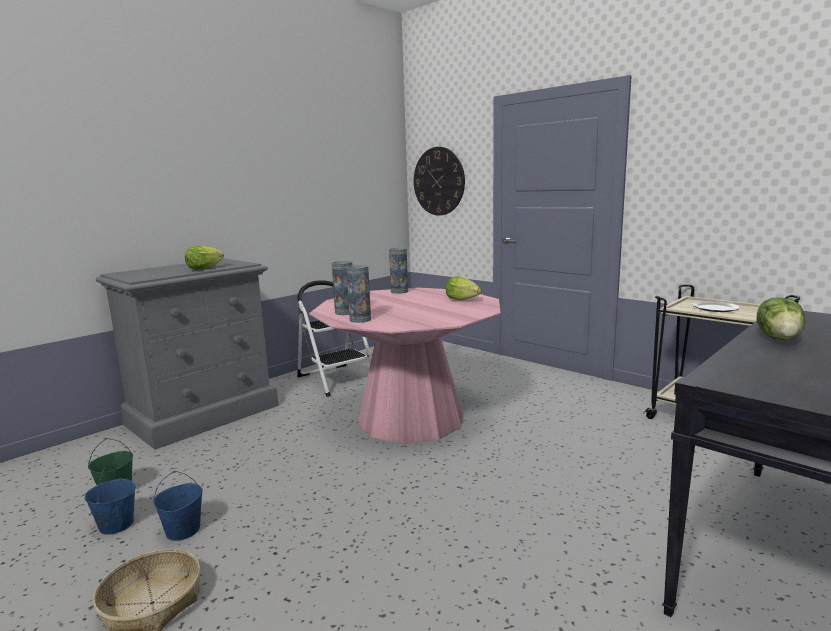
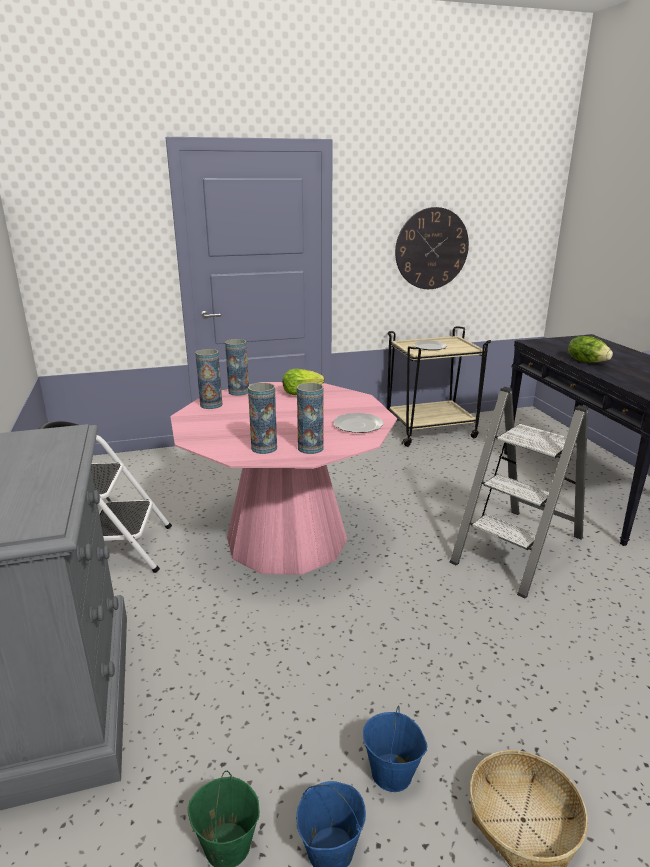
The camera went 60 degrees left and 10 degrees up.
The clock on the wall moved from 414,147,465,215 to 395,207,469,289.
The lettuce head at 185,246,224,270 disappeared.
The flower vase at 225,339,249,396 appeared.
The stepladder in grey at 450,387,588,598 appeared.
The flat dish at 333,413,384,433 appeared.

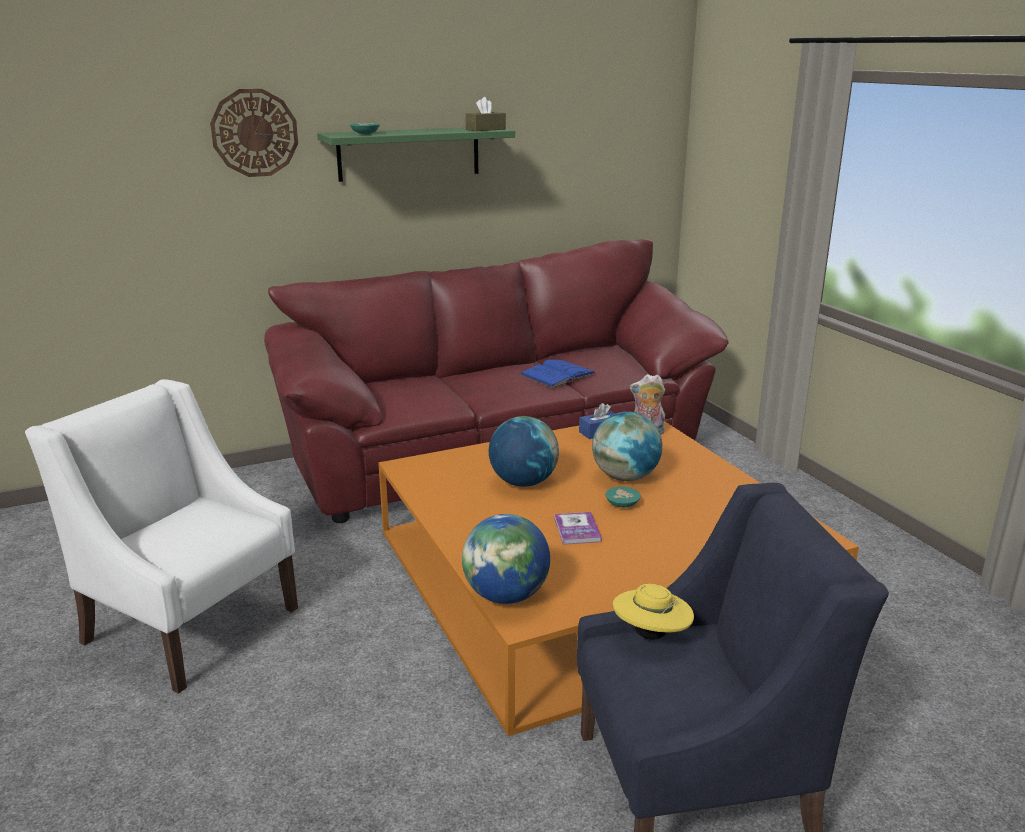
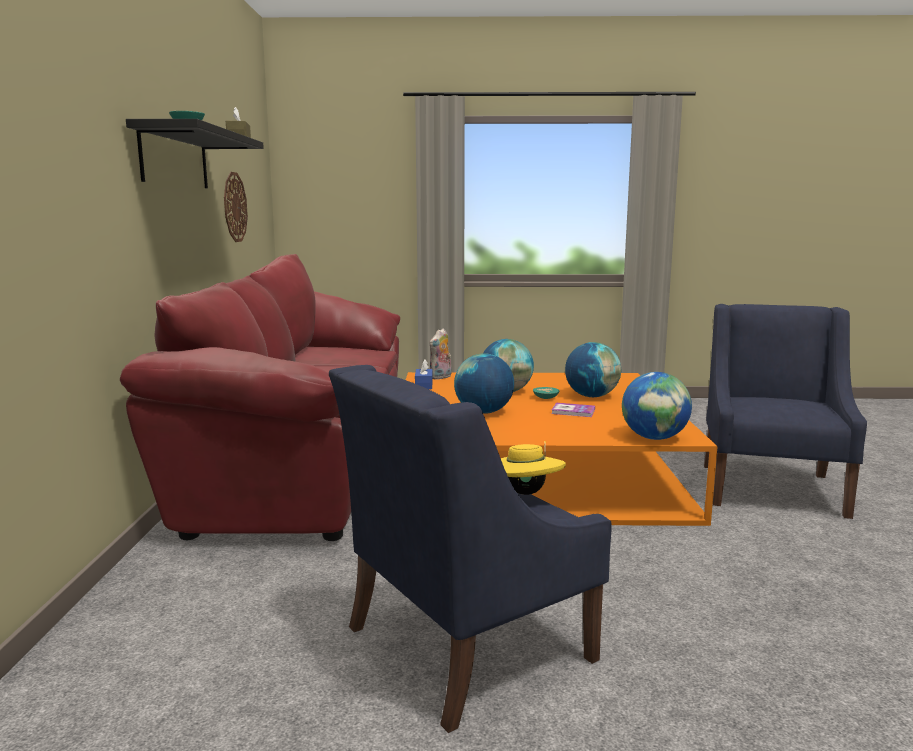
The camera went 65 degrees left and 10 degrees down.
The clock on the wall moved from 210,89,298,177 to 224,172,248,242.
The bracket shelf in green-coloured at 317,127,515,182 became the bracket shelf in black-coloured at 126,119,264,188.
The bound book in bluish at 520,359,596,388 disappeared.
The lounge chair in whitish at 25,379,298,693 became the lounge chair in bluish at 329,365,612,733.
The wearable hat in yellow moved from 613,584,694,639 to 501,441,566,495.
The desk globe at 565,342,621,397 appeared.

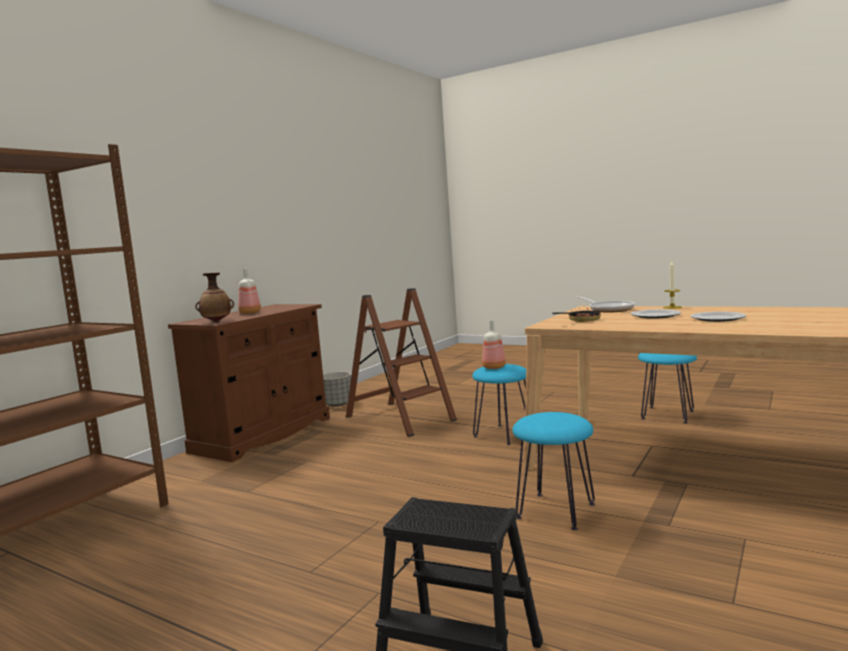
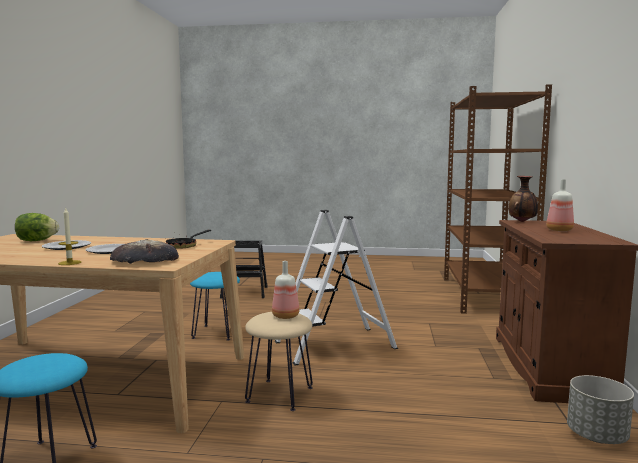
The camera went 155 degrees right and 0 degrees up.
The stepladder in brown-coloured at 346,288,457,437 disappeared.
The skillet at 575,296,635,313 was replaced by the bakery bread at 110,239,179,264.
The stool seat in turquoise at 472,364,526,445 became the stool seat in beige at 245,312,313,411.
The stepladder in whitish at 274,210,398,366 appeared.
The lettuce head at 15,213,59,241 appeared.

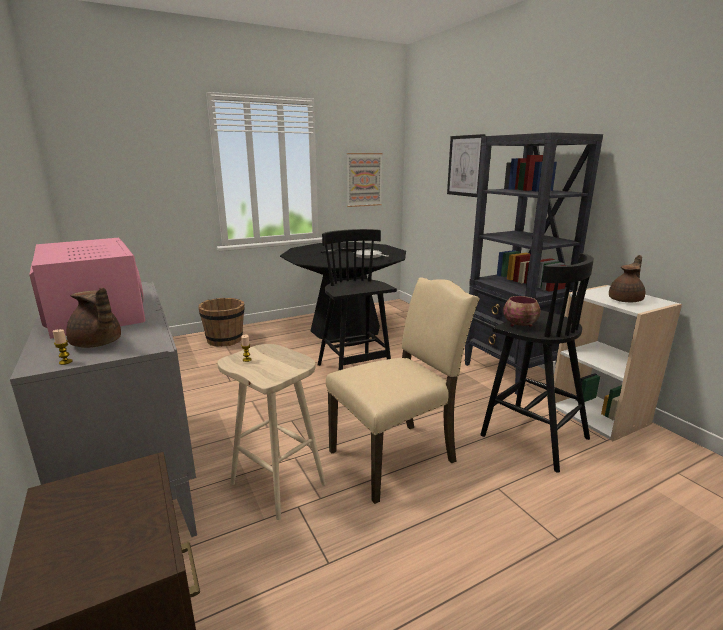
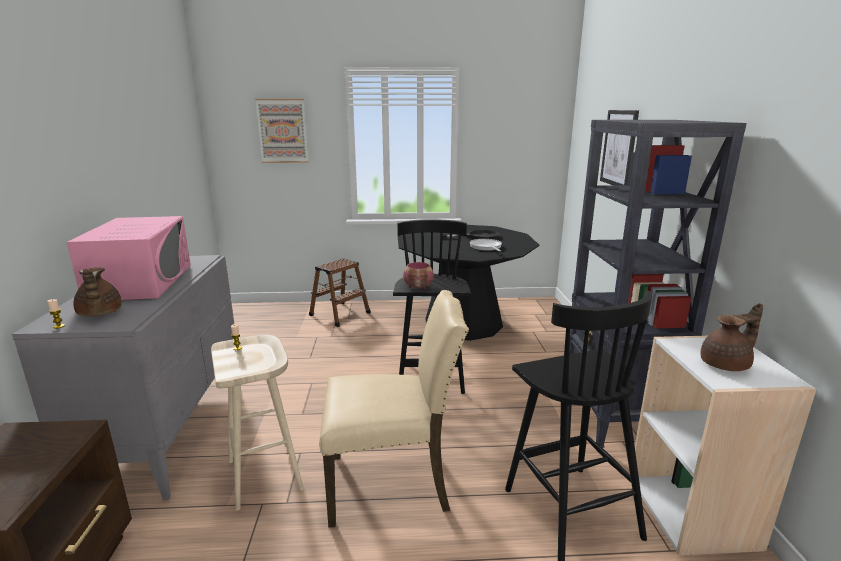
The camera went 25 degrees right and 0 degrees up.
The wall art moved from 347,153,382,207 to 255,99,308,163.
The serving bowl moved from 503,296,541,327 to 403,262,434,290.
The water bucket in brown-coloured at 198,298,245,346 was replaced by the stepladder in brown-coloured at 309,258,371,327.

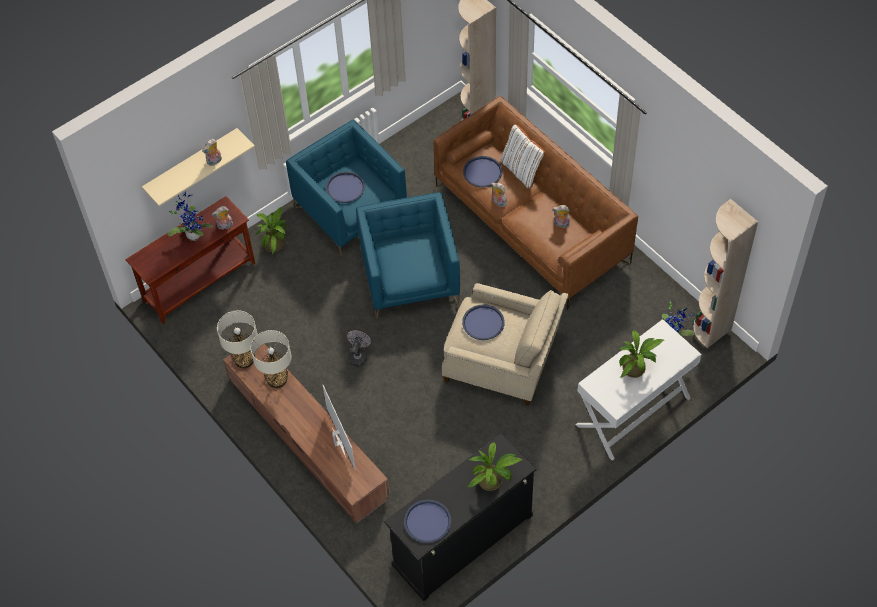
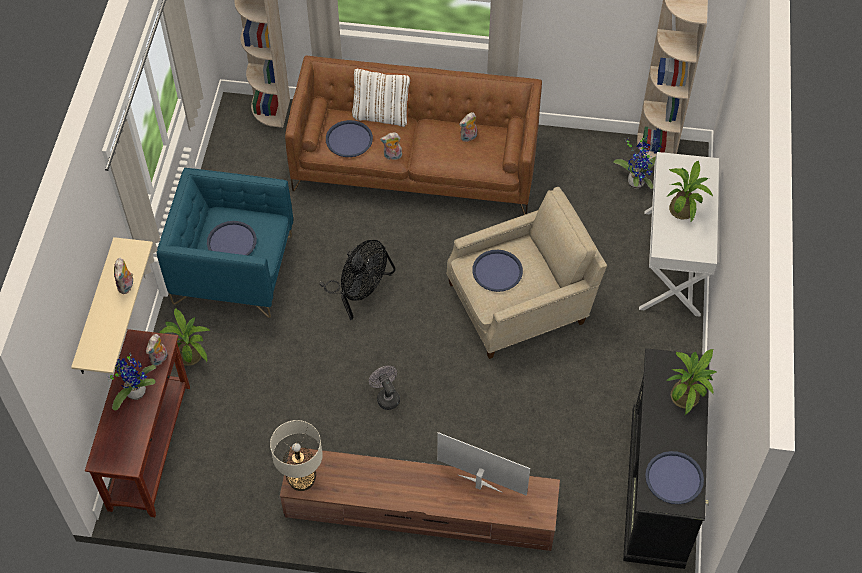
The camera went 45 degrees left and 0 degrees up.
The lounge chair in bluish at 356,192,460,319 was replaced by the electric fan in black-coloured at 319,240,396,320.
The tabletop lamp at 250,330,292,388 disappeared.

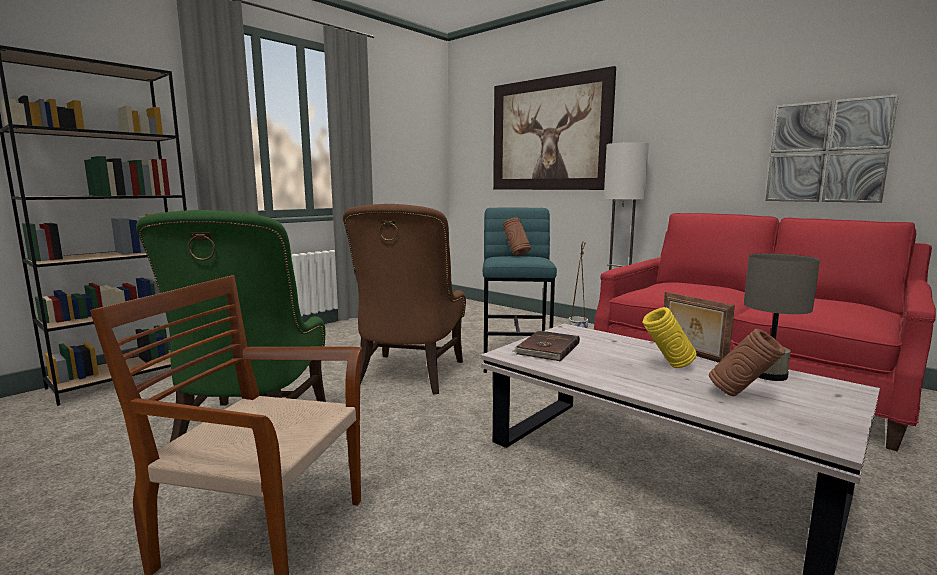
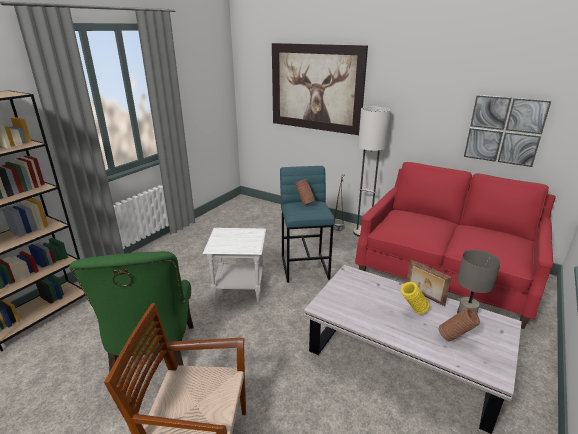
The camera went 10 degrees left and 15 degrees up.
The lounge chair in brown-coloured at 343,204,466,394 was replaced by the accent table in whitish at 203,228,266,303.
The bound book in brown-coloured at 512,330,580,362 disappeared.

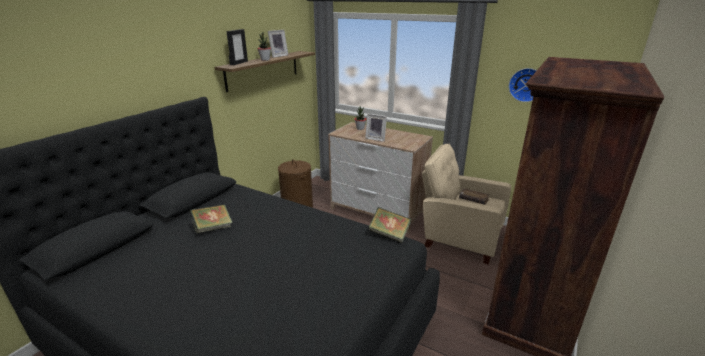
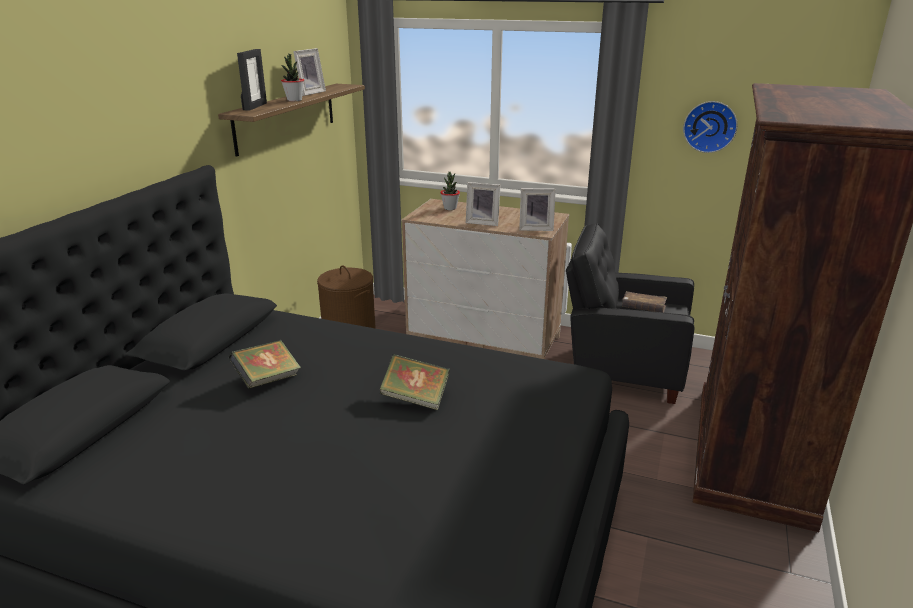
The camera went 10 degrees left and 0 degrees up.
The lounge chair in beige at 422,143,511,264 became the lounge chair in black-coloured at 566,223,695,404.
The bound book moved from 369,207,411,243 to 380,354,450,410.
The photo frame at 519,188,556,231 appeared.

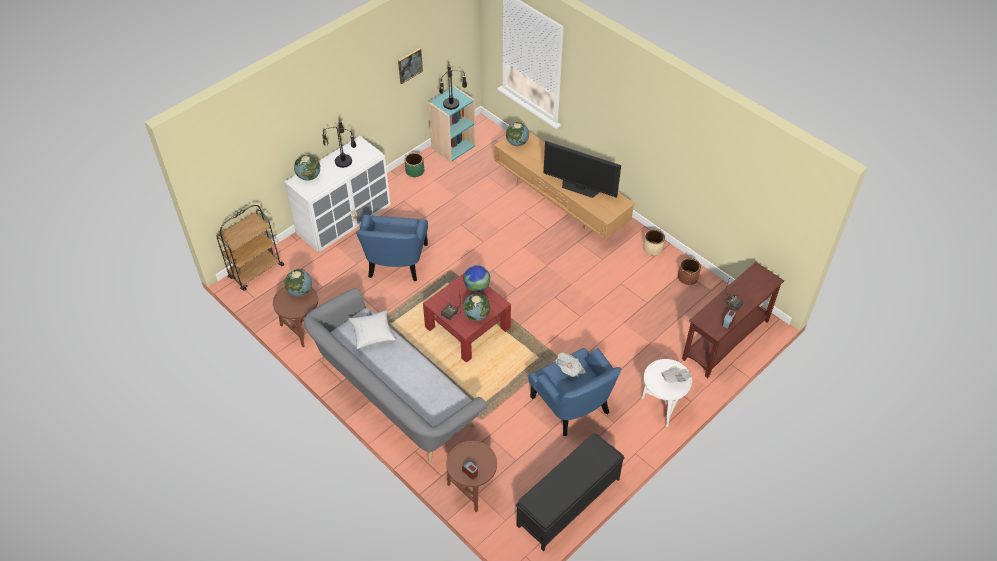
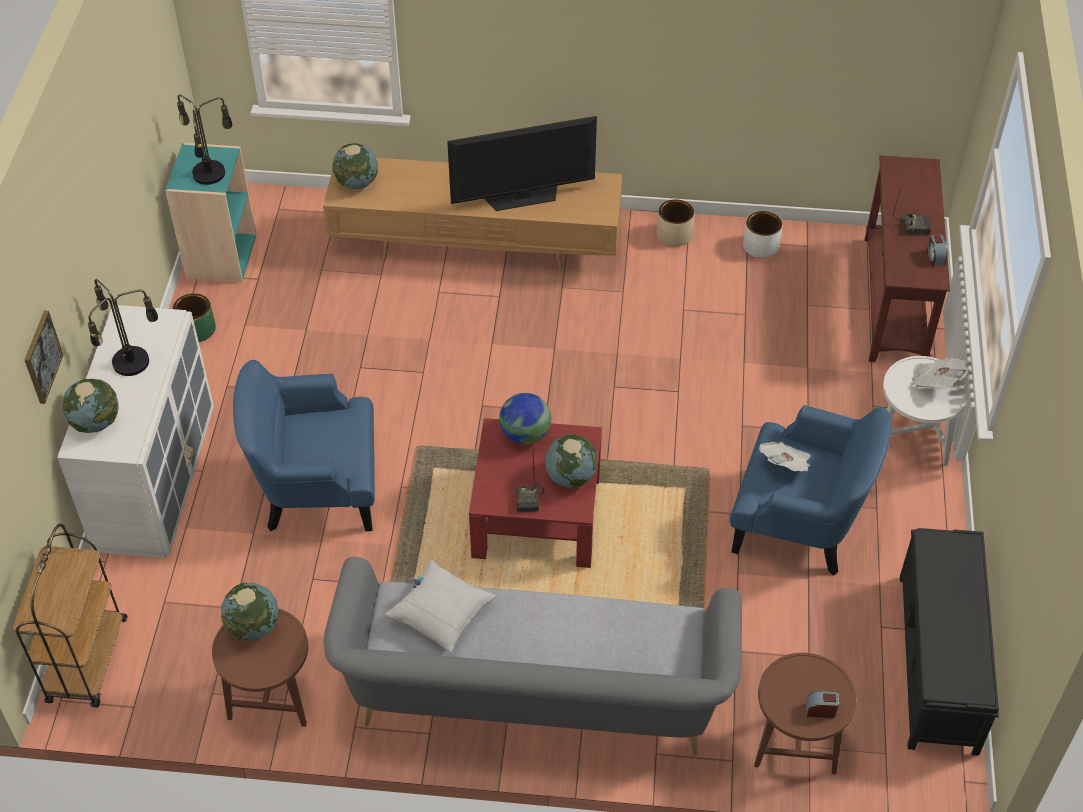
The camera went 40 degrees left and 0 degrees up.
The wall art moved from 398,48,423,84 to 24,311,63,404.
The lounge chair in bluish at 356,215,428,281 turned 120 degrees clockwise.
The flower pot in brown-coloured at 678,258,701,285 became the flower pot in whitish at 743,211,782,258.

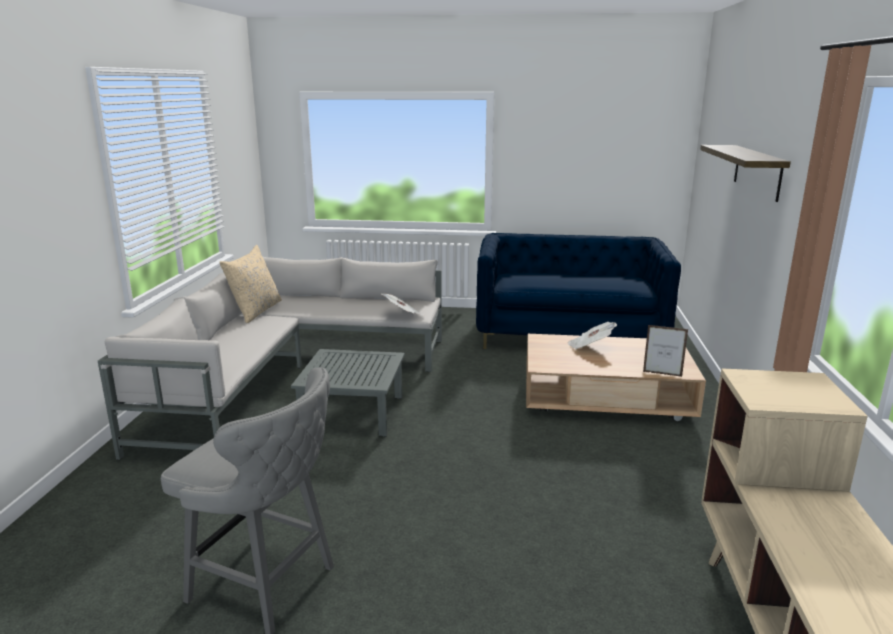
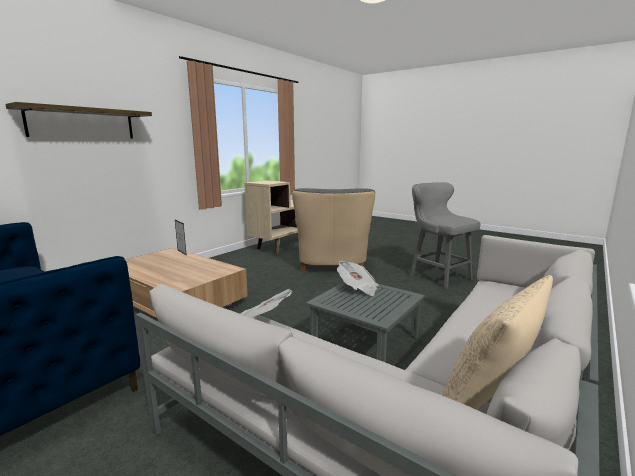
The camera went 150 degrees left and 5 degrees down.
The printed paper moved from 568,322,617,350 to 337,261,379,296.
The lounge chair in grey at 292,188,375,273 appeared.

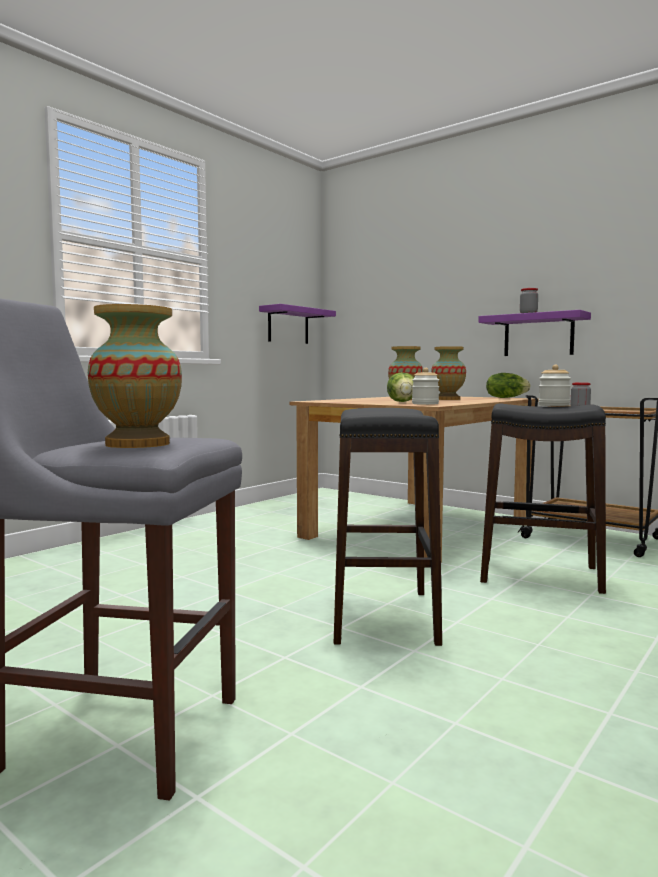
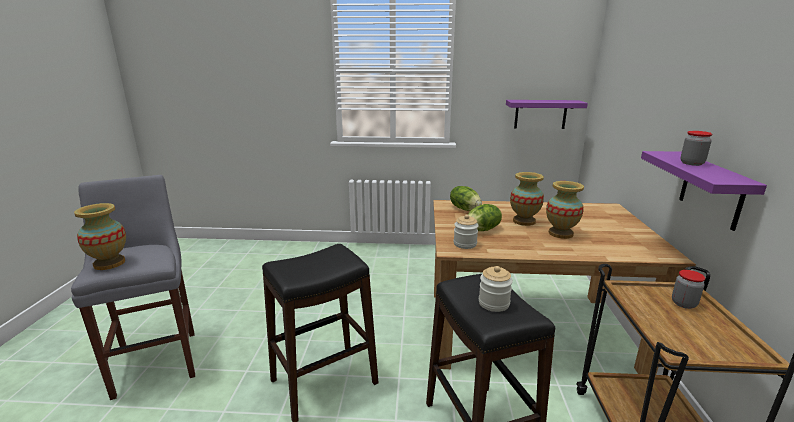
The camera went 55 degrees right and 15 degrees up.
The lettuce head moved from 486,373,530,398 to 450,186,482,211.

